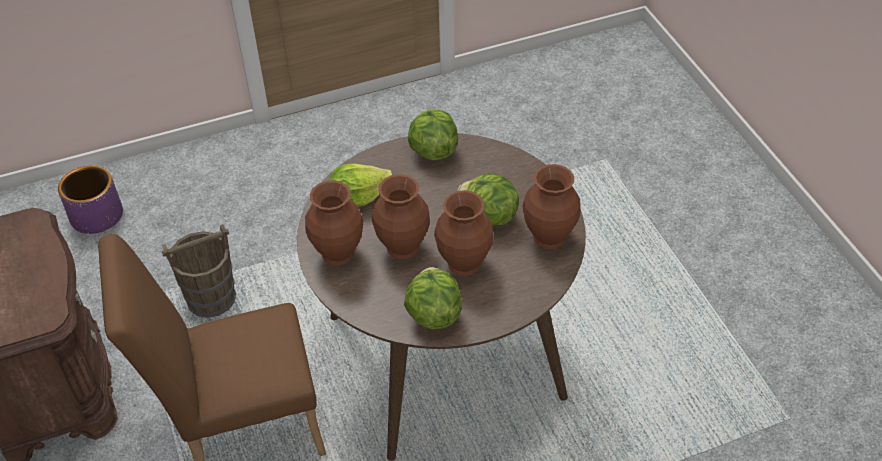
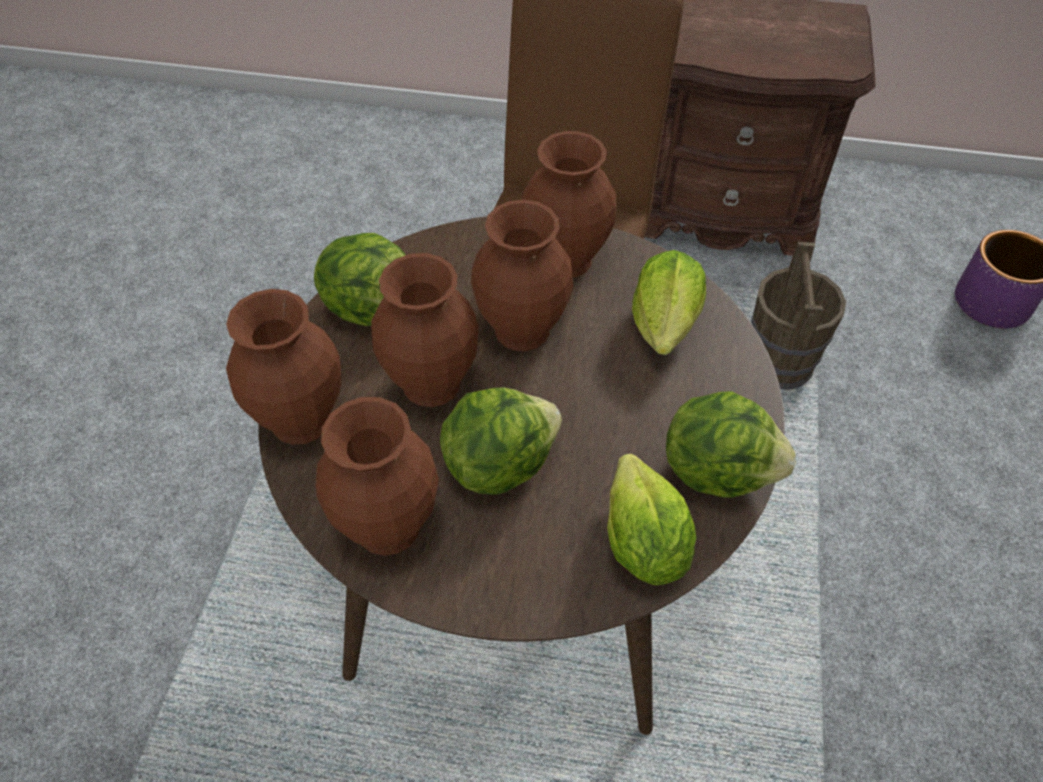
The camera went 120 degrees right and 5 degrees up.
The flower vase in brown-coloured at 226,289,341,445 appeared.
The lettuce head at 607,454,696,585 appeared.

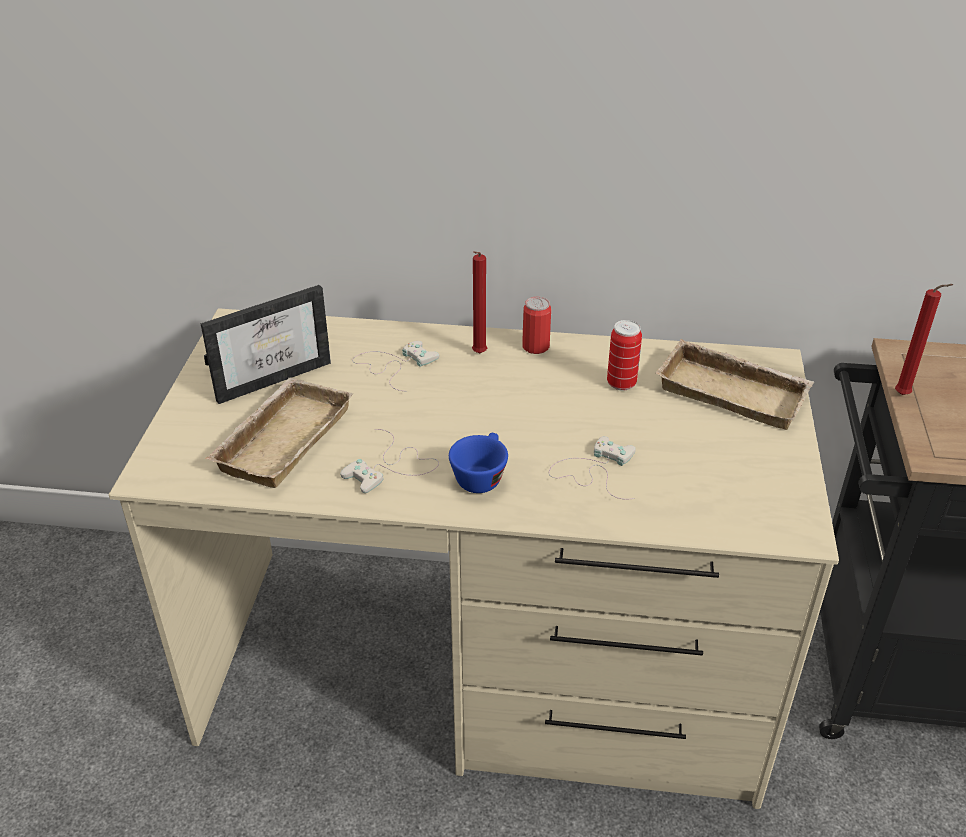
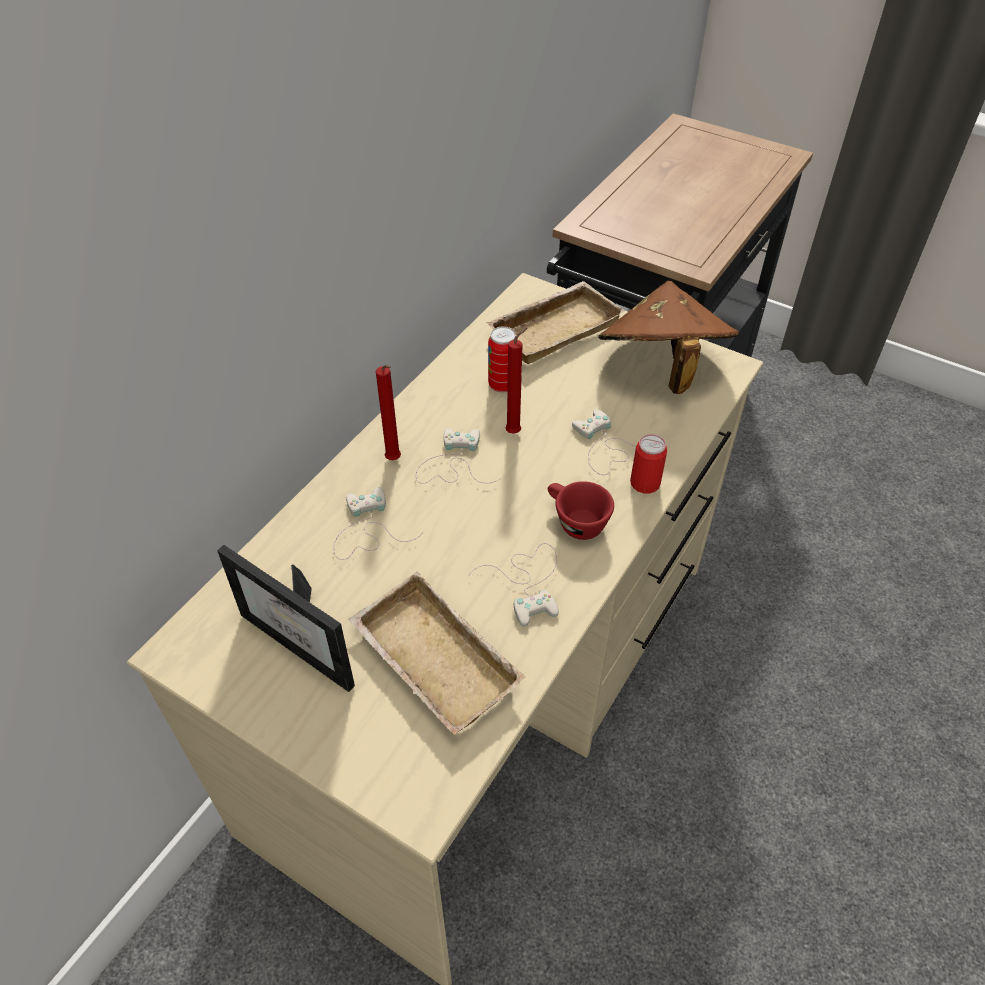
The camera went 65 degrees left and 10 degrees up.
The wax light in red-coloured moved from 895,284,954,395 to 506,327,528,434.
The photo frame at 200,285,331,404 turned 135 degrees clockwise.
The can moved from 522,296,551,354 to 630,434,667,494.
The drinking cup in bluish at 449,433,508,493 became the drinking cup in red-coloured at 548,481,614,540.
The wearable hat in brown-coloured at 599,281,739,394 appeared.
The gamepad in whitish at 416,428,501,484 appeared.

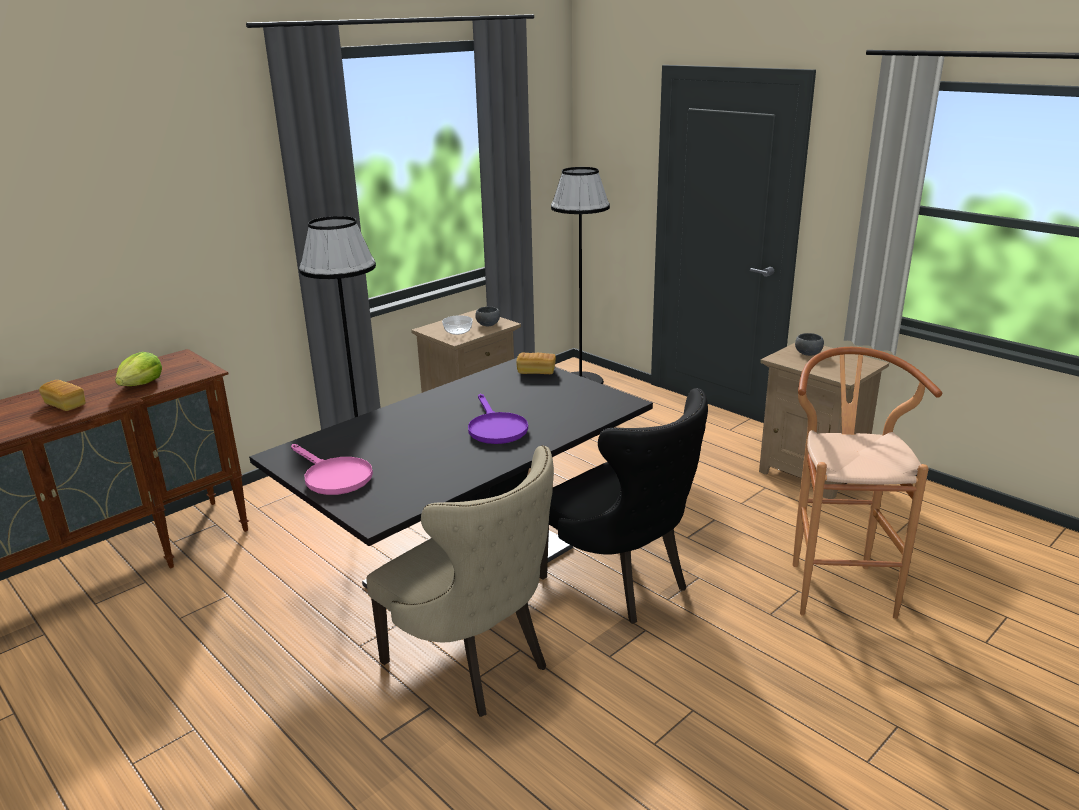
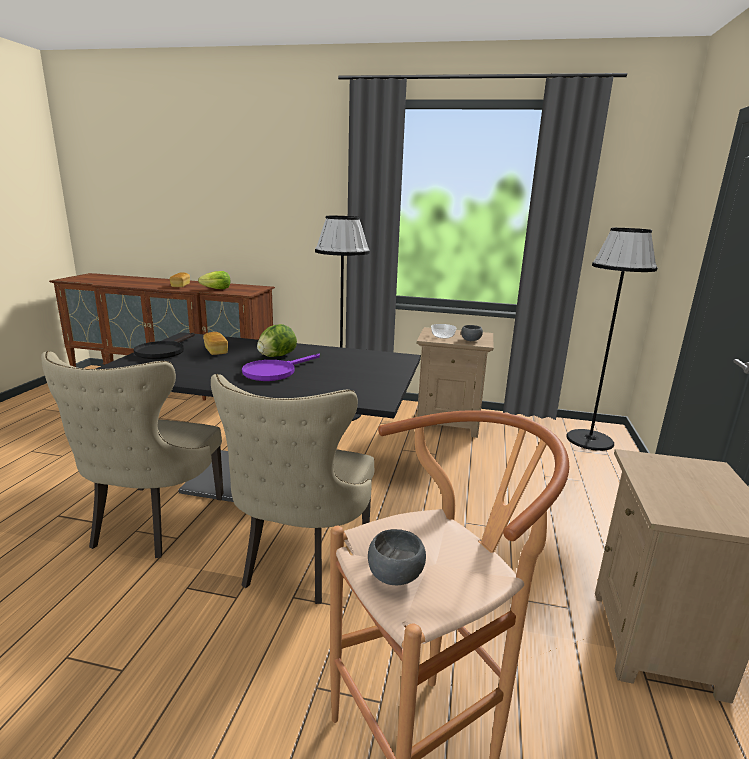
The camera went 55 degrees right and 5 degrees down.
The serving bowl in grey moved from 795,333,824,356 to 368,529,426,585.
The bakery bread moved from 516,352,556,374 to 203,332,228,355.
The upright chair in black-coloured at 540,388,708,624 became the upright chair in beige at 211,374,374,604.
The skillet in pink at 291,444,373,495 became the skillet in black-coloured at 133,332,195,359.
The lettuce head at 257,324,297,357 appeared.

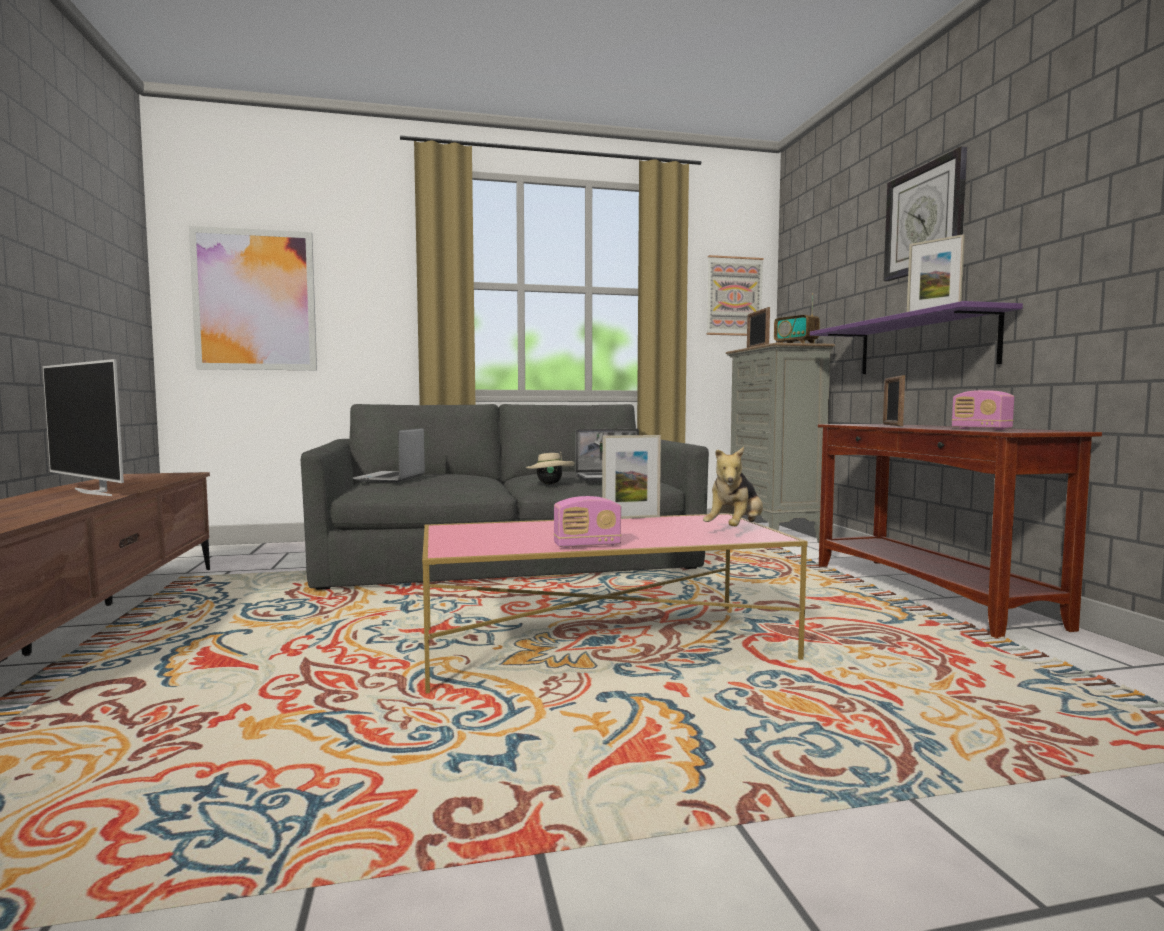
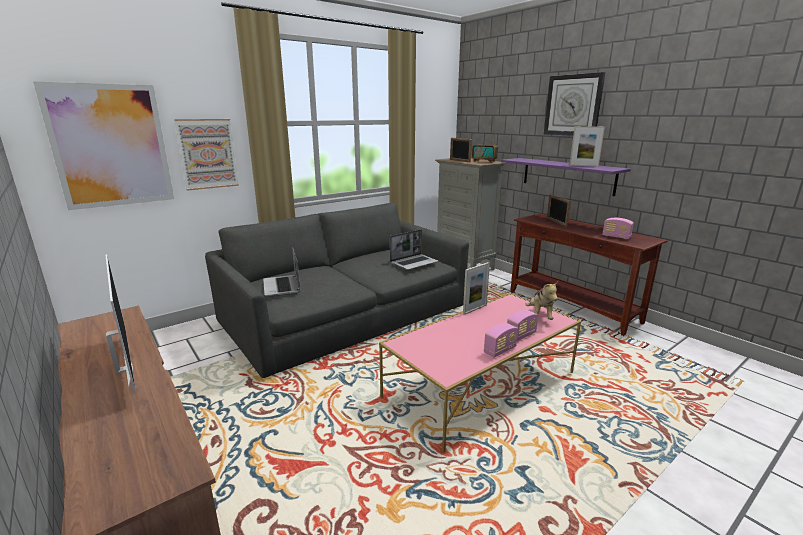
The camera went 25 degrees left and 15 degrees up.
The wall art moved from 707,255,764,336 to 174,119,239,191.
The TV set at 43,359,124,496 turned 135 degrees counterclockwise.
The wearable hat in beige at 526,452,575,484 disappeared.
The radio set at 507,310,538,341 appeared.

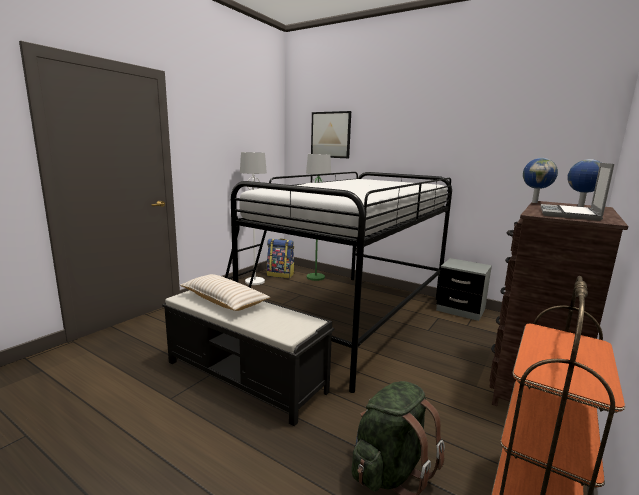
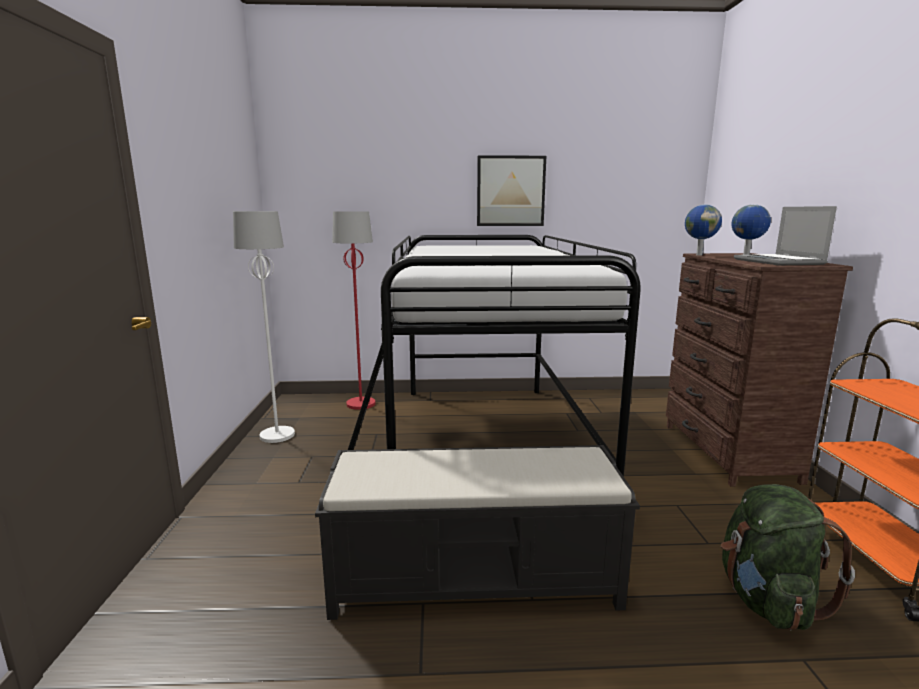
The camera went 35 degrees left and 0 degrees up.
The wall art moved from 311,111,351,158 to 477,155,546,226.
The standard lamp in green-coloured at 306,154,331,281 became the standard lamp in red-coloured at 332,211,376,410.
The rucksack at 267,238,294,278 disappeared.
The bedside table in grey at 436,258,492,321 disappeared.
The pillow in beige at 180,274,270,311 disappeared.

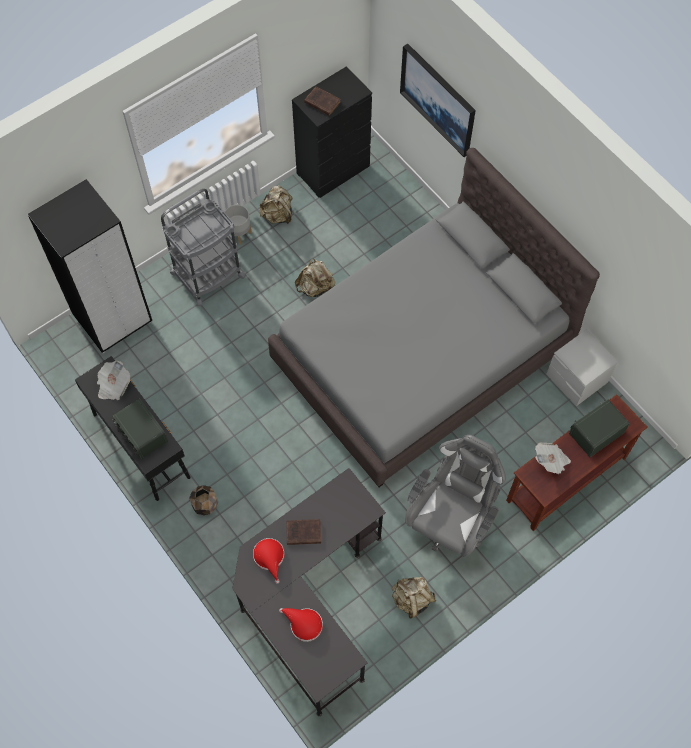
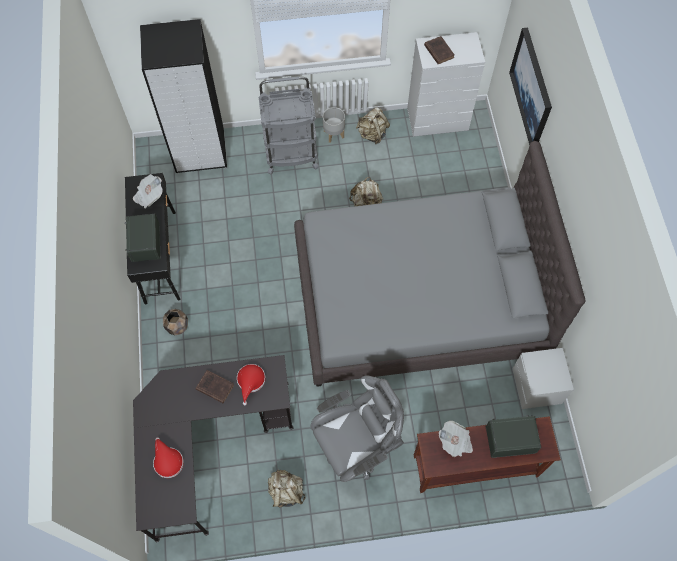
The camera went 30 degrees right and 0 degrees up.
The dresser in black-coloured at 292,66,372,198 became the dresser in whitish at 407,32,485,136.
The wearable hat in red-coloured moved from 253,538,284,584 to 237,364,266,405.

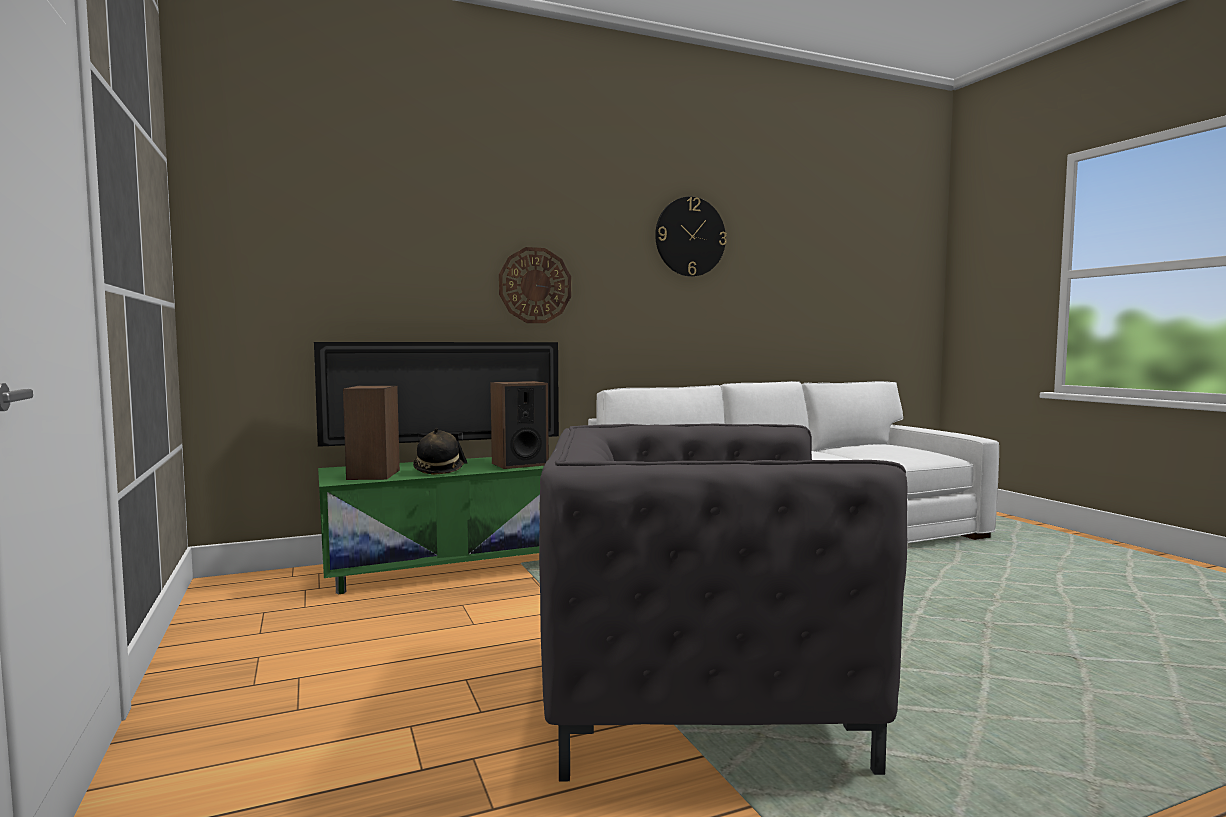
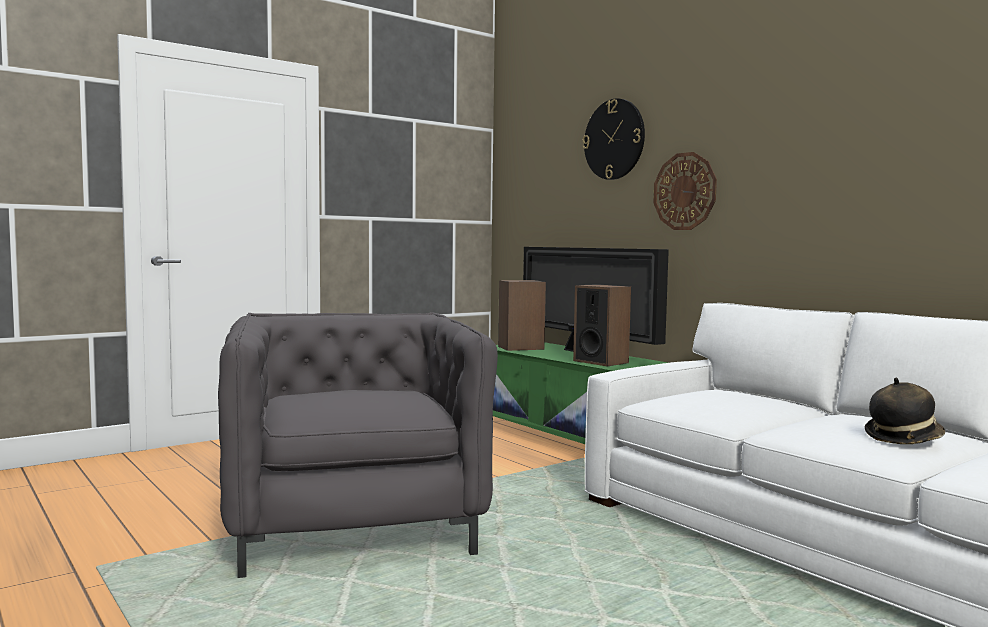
The camera went 75 degrees right and 0 degrees up.
The clock on the wall moved from 655,197,727,276 to 583,98,645,180.
The wearable hat moved from 413,428,464,475 to 865,377,945,444.

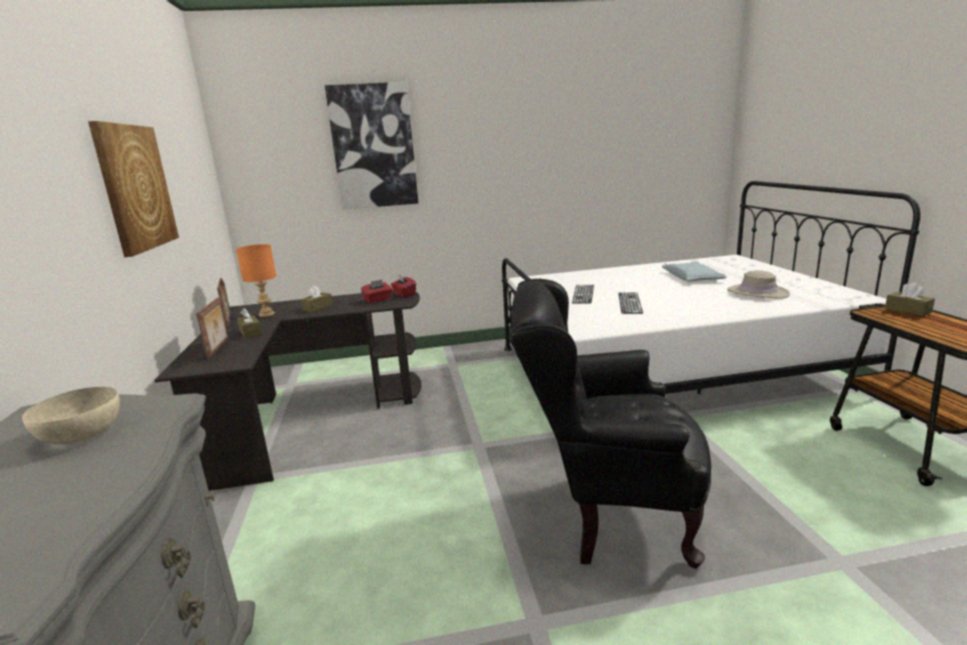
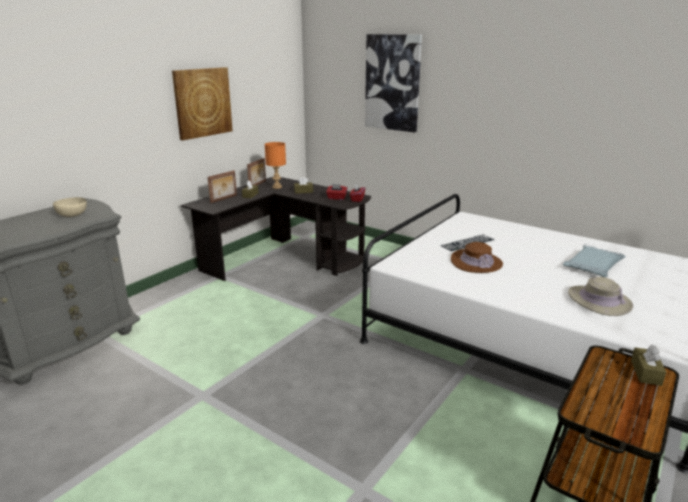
The camera went 45 degrees right and 5 degrees up.
The lounge chair in black-coloured at 510,279,711,569 disappeared.
The PC keyboard at 618,292,643,314 was replaced by the wearable hat in brown-coloured at 451,242,503,273.

